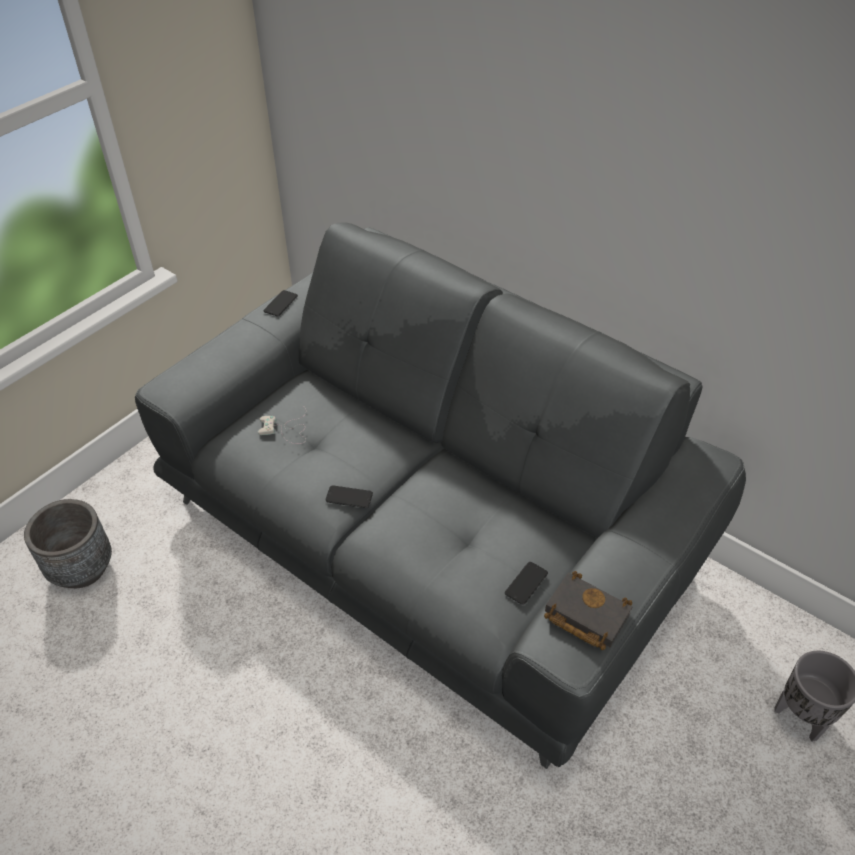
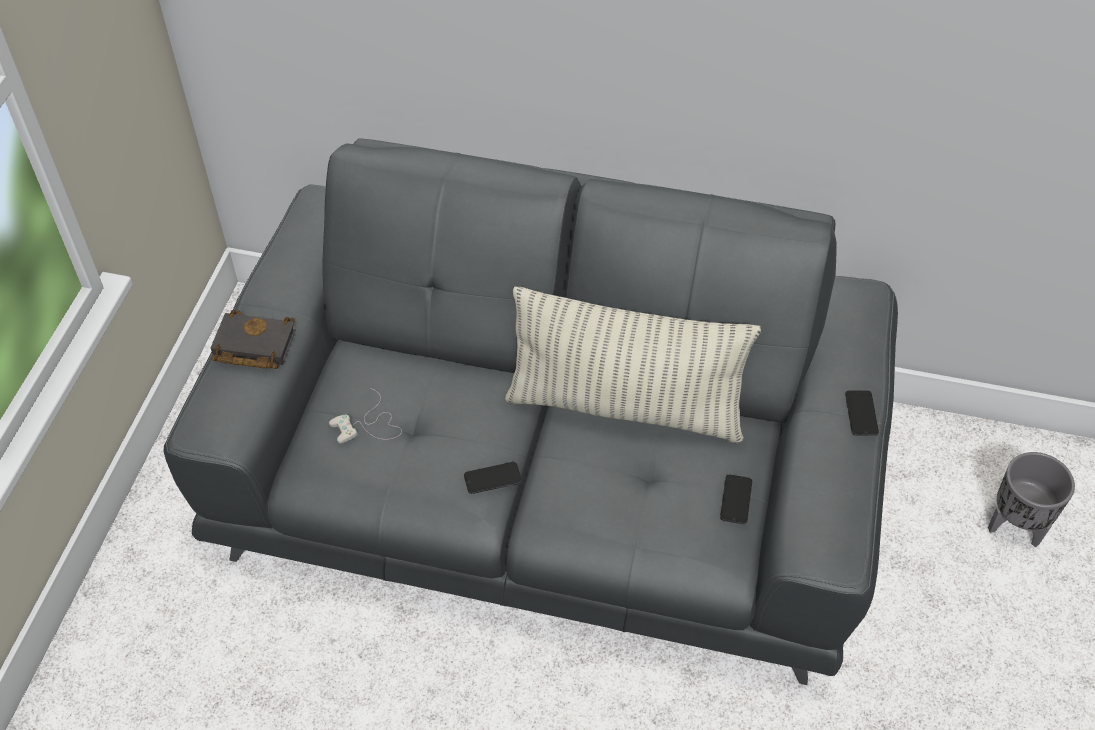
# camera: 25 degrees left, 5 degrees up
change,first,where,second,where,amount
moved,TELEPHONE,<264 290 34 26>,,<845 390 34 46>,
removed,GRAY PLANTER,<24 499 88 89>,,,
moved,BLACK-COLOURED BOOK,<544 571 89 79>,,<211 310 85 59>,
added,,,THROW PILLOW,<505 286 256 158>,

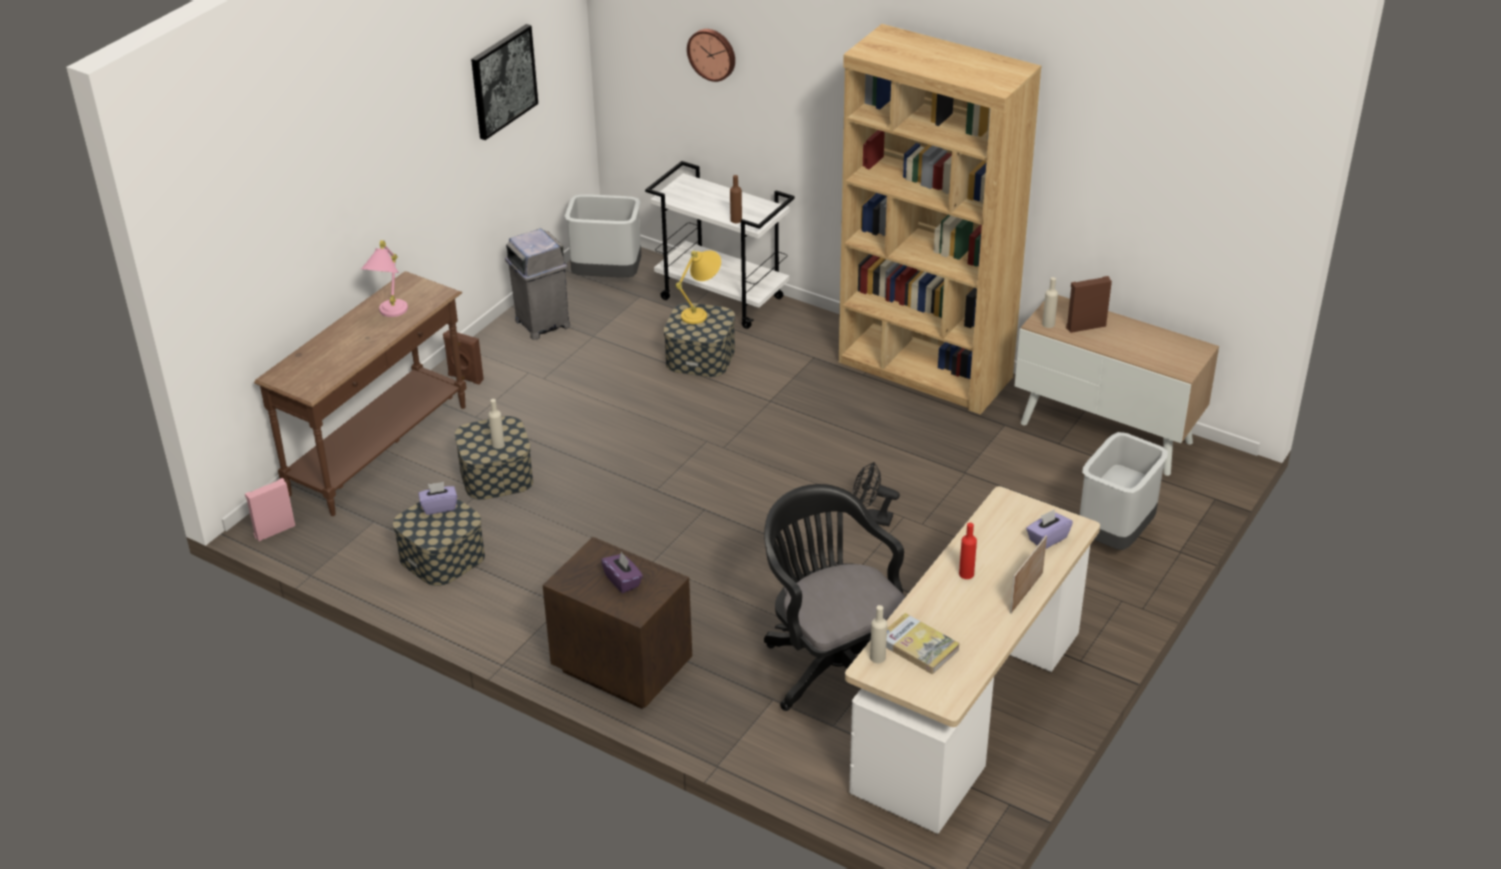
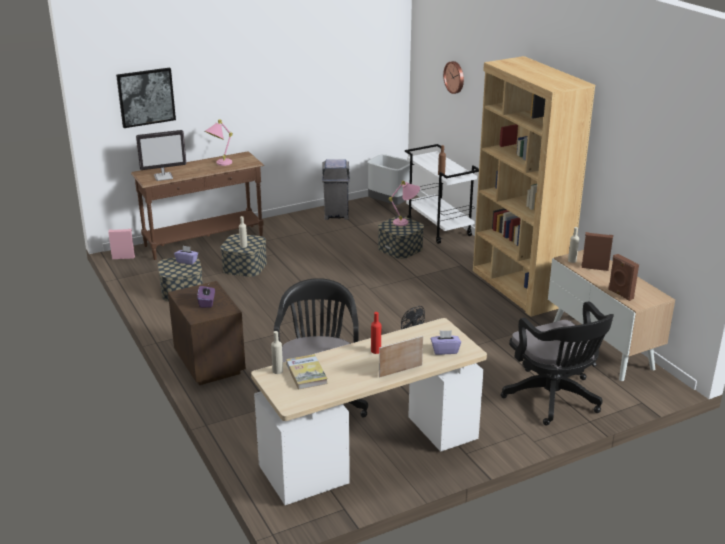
# camera: 30 degrees right, 10 degrees down
change,first,where,second,where,amount
moved,WALL ART,<471 24 67 116>,,<116 67 60 61>,
recoloured,YELLOW-COLOURED TABLE LAMP,<676 250 45 74>,PINK-COLOURED TABLE LAMP,<389 180 31 46>,
moved,BROWN SPEAKER,<443 330 41 55>,,<608 254 31 47>,
replaced,GRAY RUBBISH BIN,<1080 432 88 118>,BLACK-COLOURED DESK CHAIR,<501 301 113 125>,
added,,,COMPUTER DISPLAY,<136 130 50 51>,

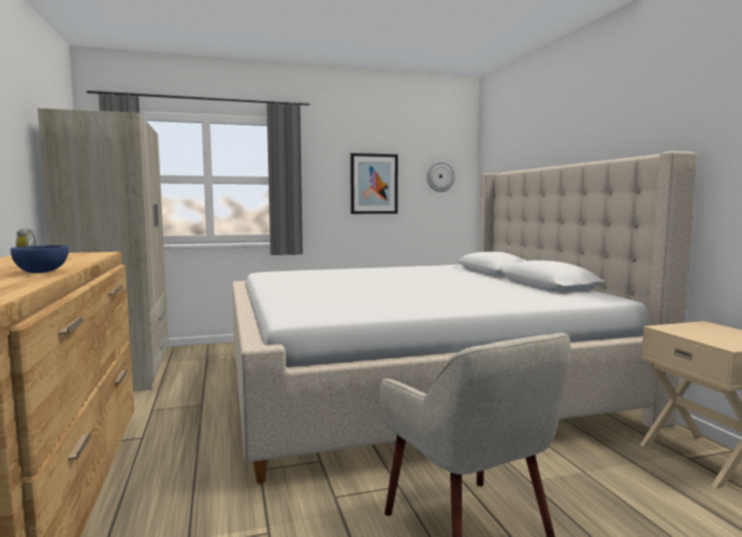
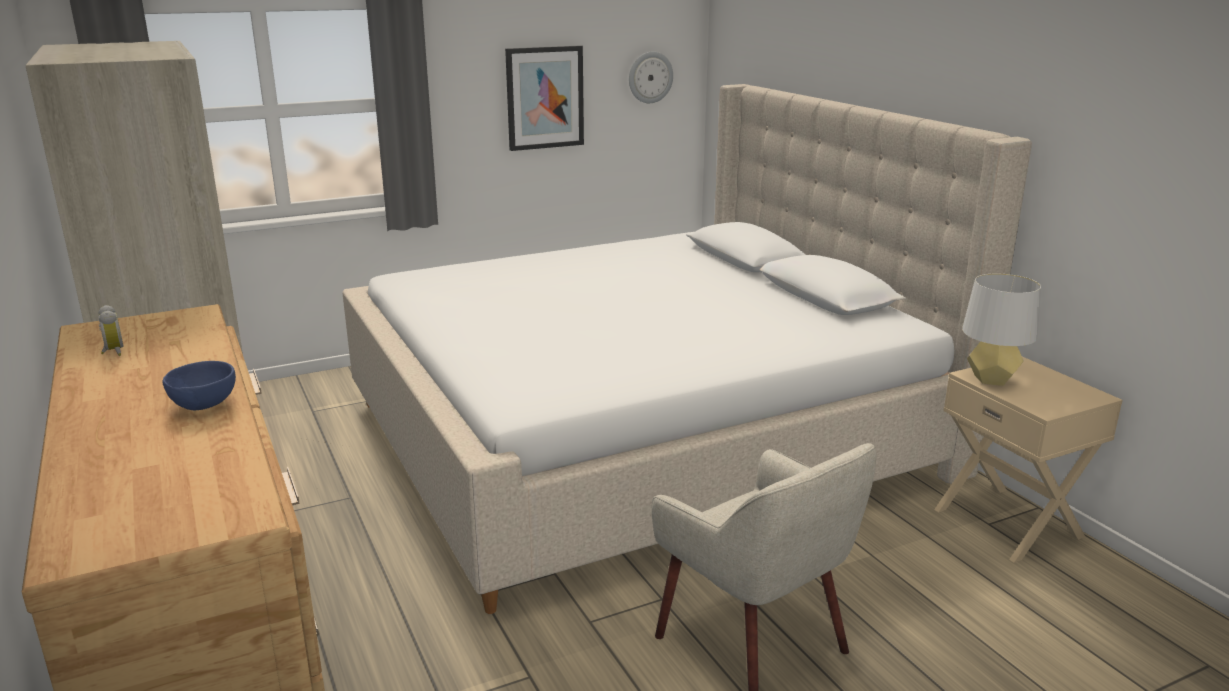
# camera: 10 degrees left, 15 degrees up
change,first,where,second,where,amount
added,,,GRAY TABLE LAMP,<962 273 79 113>,

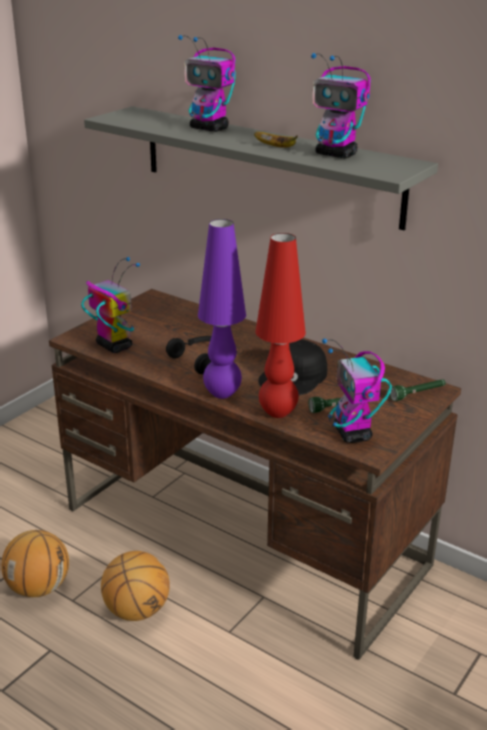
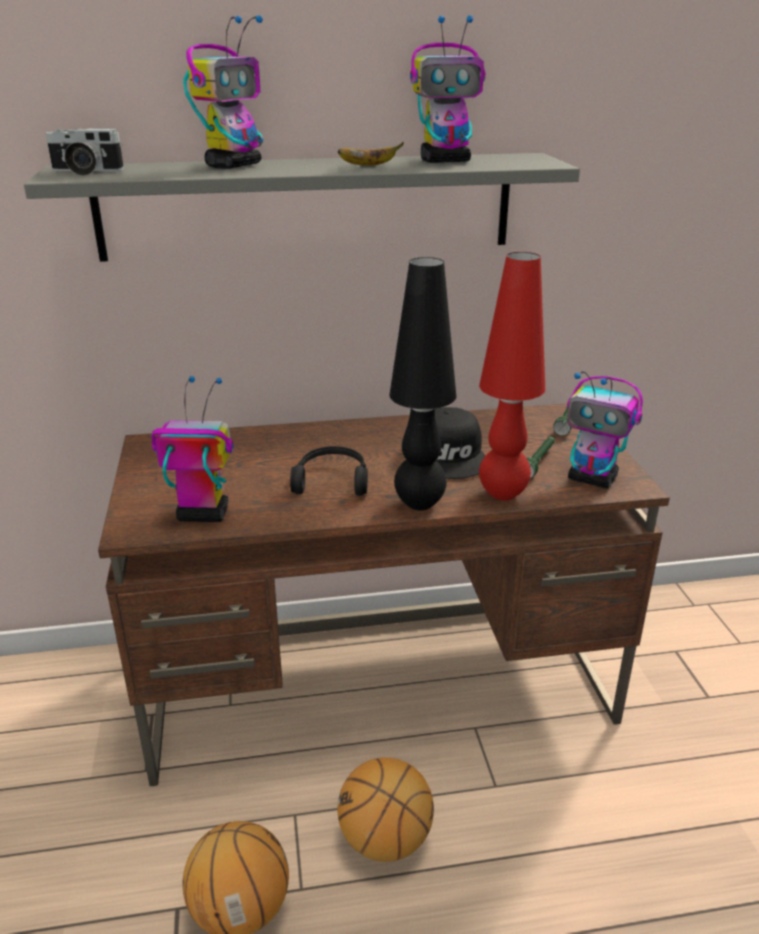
# camera: 45 degrees left, 0 degrees up
change,first,where,second,where,amount
turned,TOY ROBOT,<178 35 58 97>,,<183 15 80 154>,45 degrees counterclockwise
recoloured,PURPLISH TABLE LAMP,<198 219 48 180>,BLACK-COLOURED TABLE LAMP,<389 257 68 253>,
added,,,PHOTO CAMERA,<46 128 78 48>,

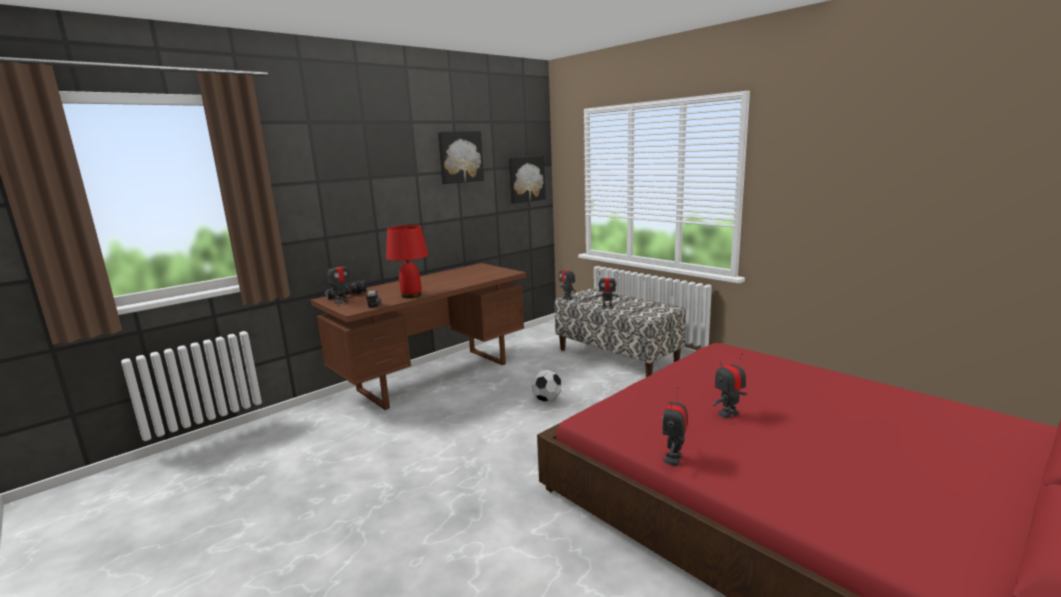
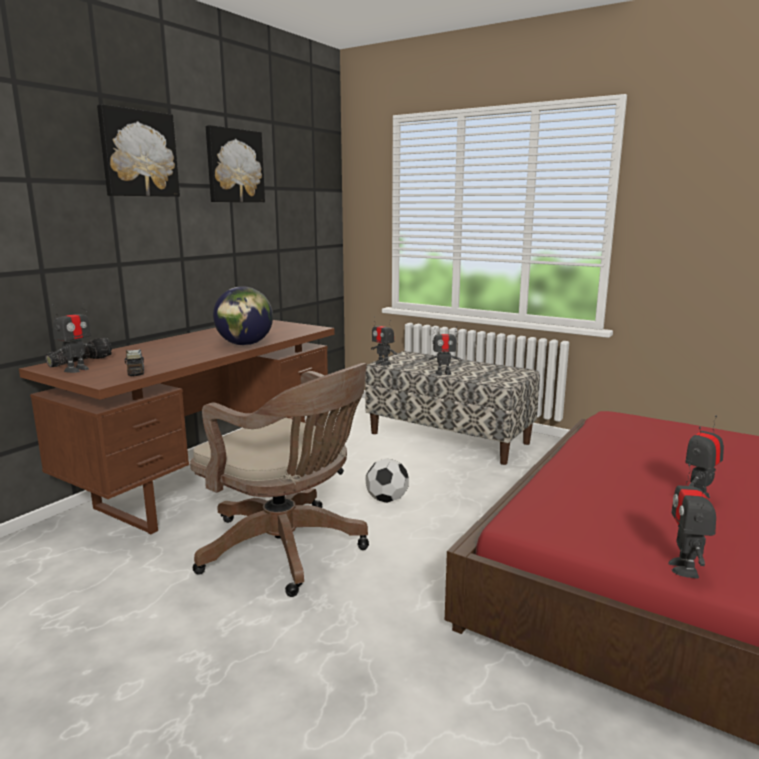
# camera: 15 degrees left, 0 degrees up
change,first,where,second,where,amount
moved,WALL ART,<509 156 36 47>,,<97 104 83 93>,
removed,RED-COLOURED TABLE LAMP,<386 225 42 73>,,,
added,,,GLOBE,<213 286 60 59>,
added,,,BROWN DESK CHAIR,<190 363 179 234>,

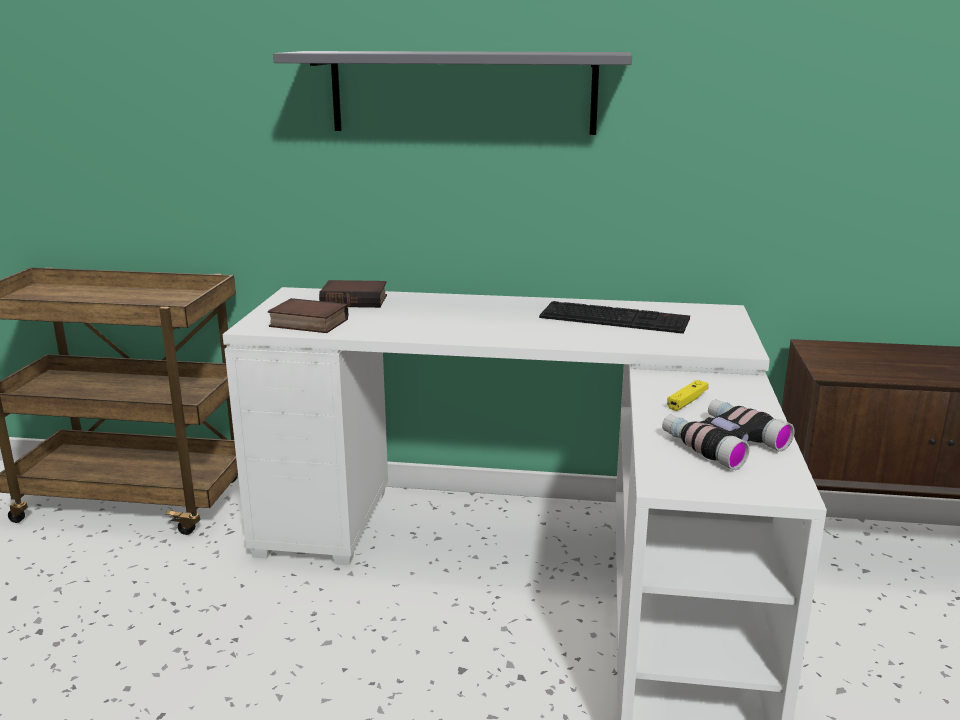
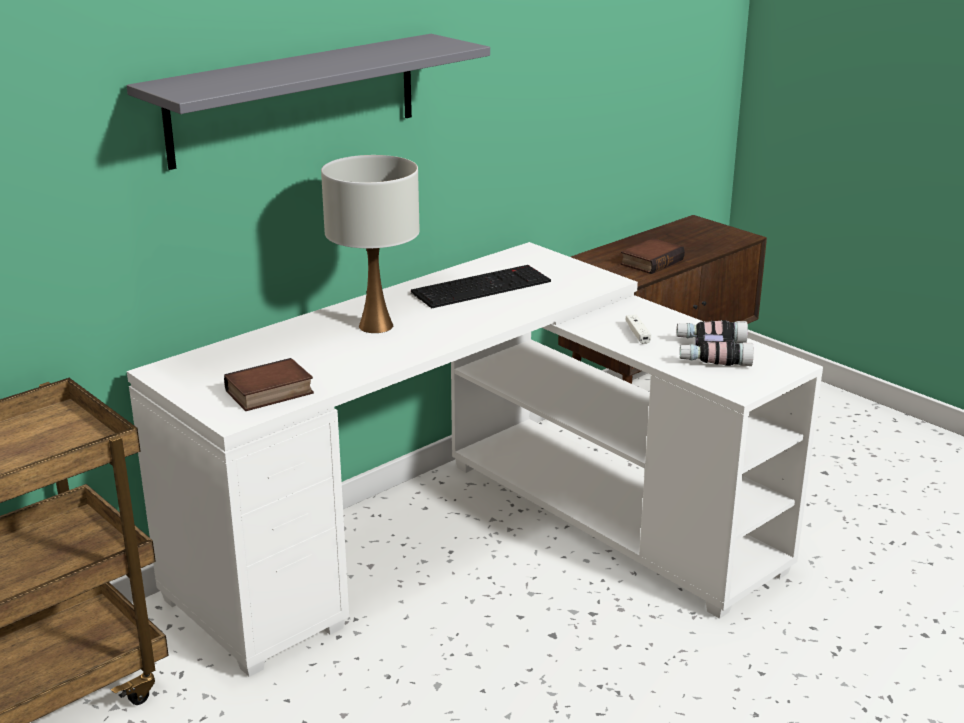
# camera: 50 degrees left, 5 degrees up
change,first,where,second,where,amount
moved,BOOK,<319 280 68 28>,,<620 238 65 36>,
recoloured,YELLOW-COLOURED GAME CONTROLLER,<667 380 41 31>,WHITE-COLOURED GAME CONTROLLER,<625 314 26 30>,
added,,,WHITE-COLOURED TABLE LAMP,<321 155 98 178>,

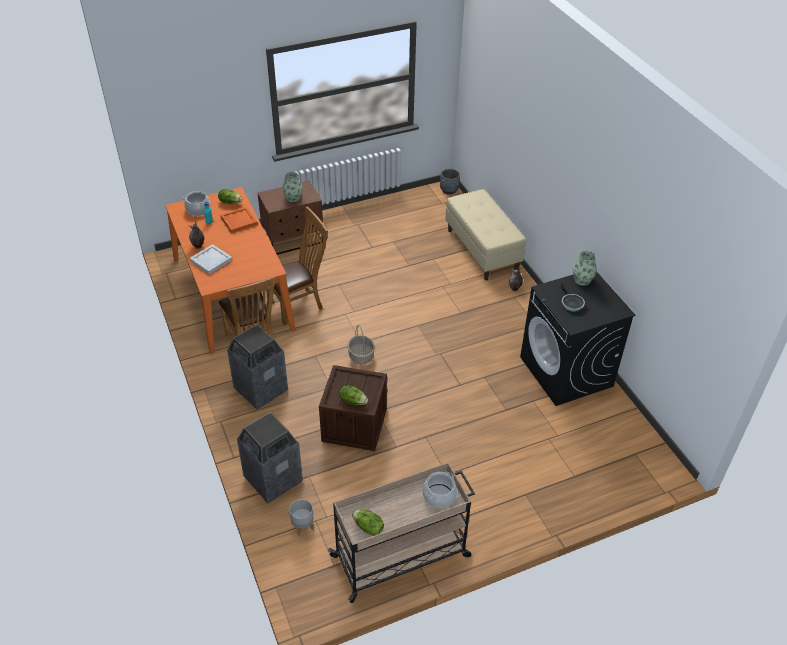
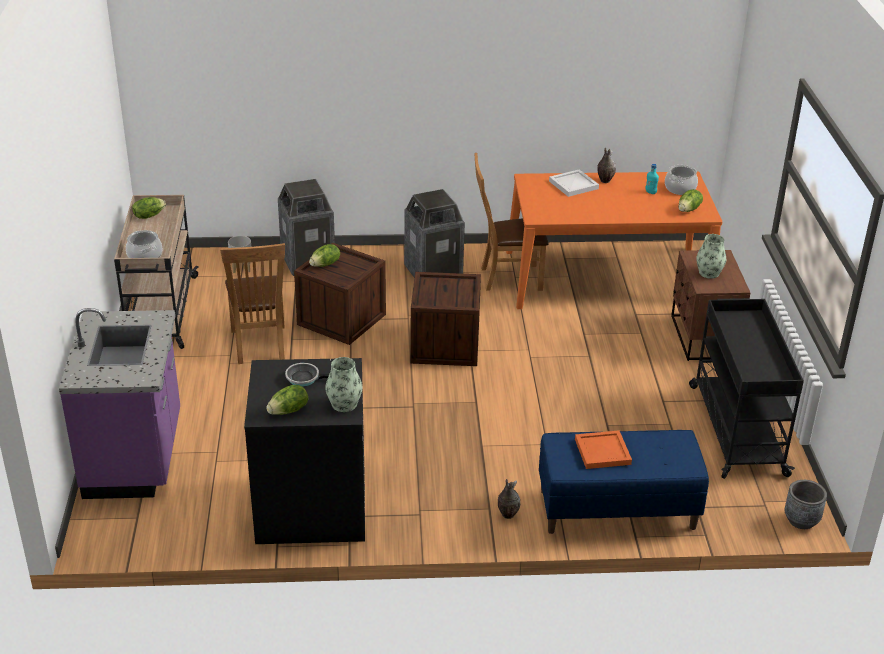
# camera: 110 degrees right, 10 degrees down
change,first,where,second,where,amount
recoloured,BEIGE-COLOURED INDOOR BENCH,<445 189 81 91>,BLUISH INDOOR BENCH,<539 430 170 104>,
moved,BROWN PLAIN CHAIR,<266 206 62 120>,,<220 243 65 121>,
moved,ORANGEY SERVING TRAY,<221 207 37 26>,,<575 430 57 39>,
replaced,STORAGE BASKET,<348 325 27 39>,PACKING CRATE,<411 272 70 94>,
added,,,BLACK-COLOURED WHEELED CART,<689 298 115 181>,
added,,,PURPLISH KITCHEN BASE UNIT,<59 308 121 191>,
added,,,LETTUCE HEAD,<266 385 42 30>,

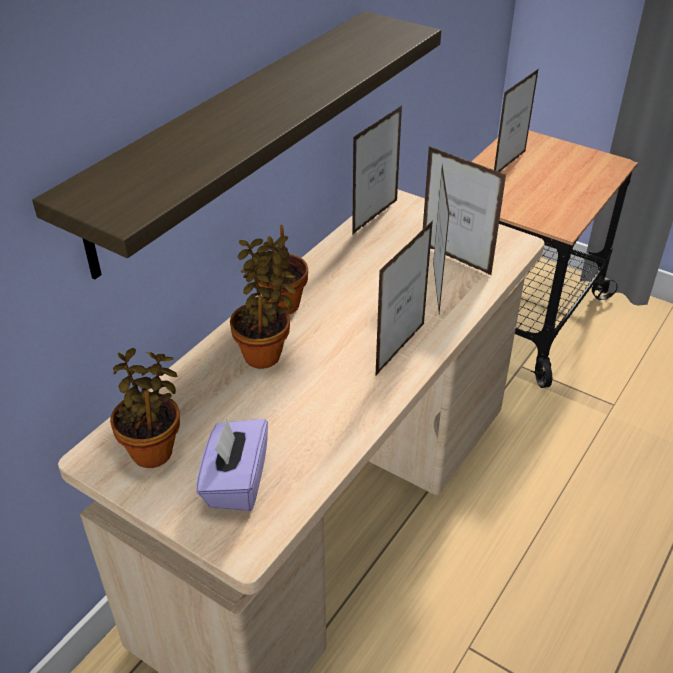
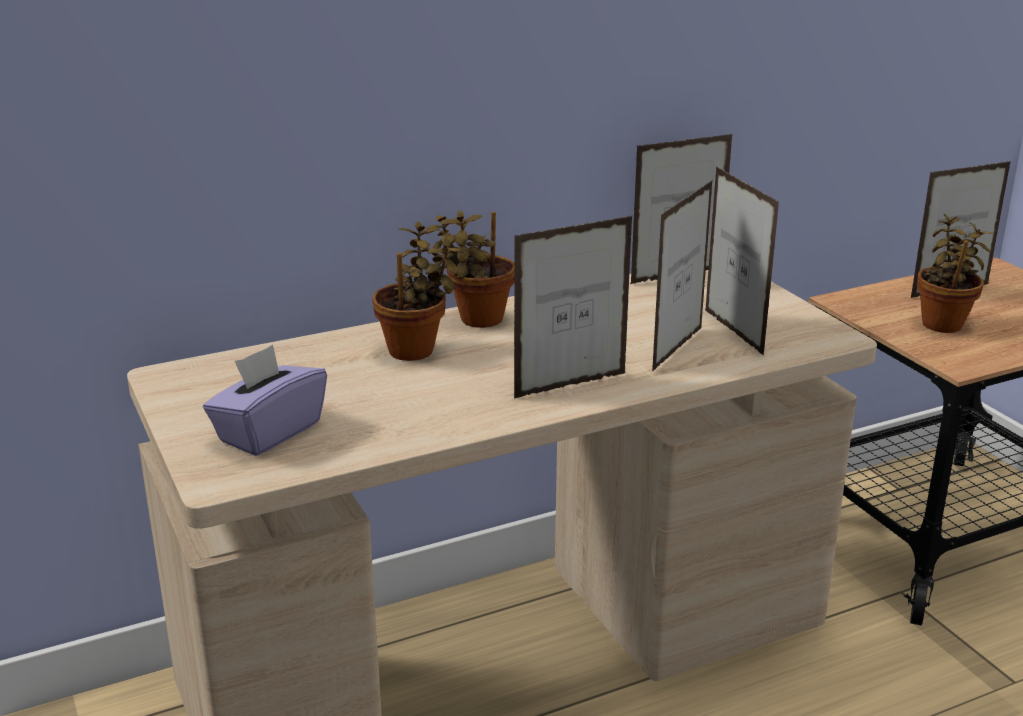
# camera: 30 degrees right, 15 degrees down
change,first,where,second,where,amount
removed,WALL SHELF,<32 11 409 269>,,,
moved,POTTED PLANT,<110 348 70 120>,,<917 214 76 119>,

